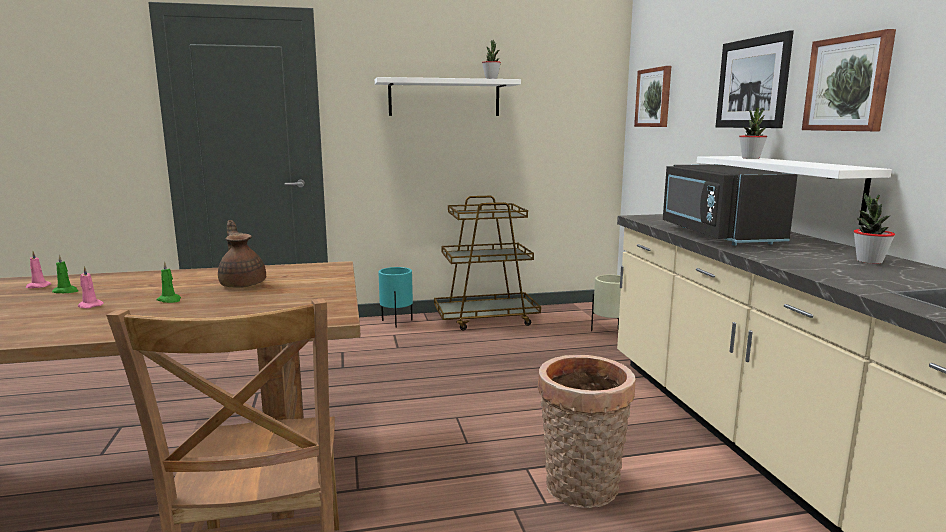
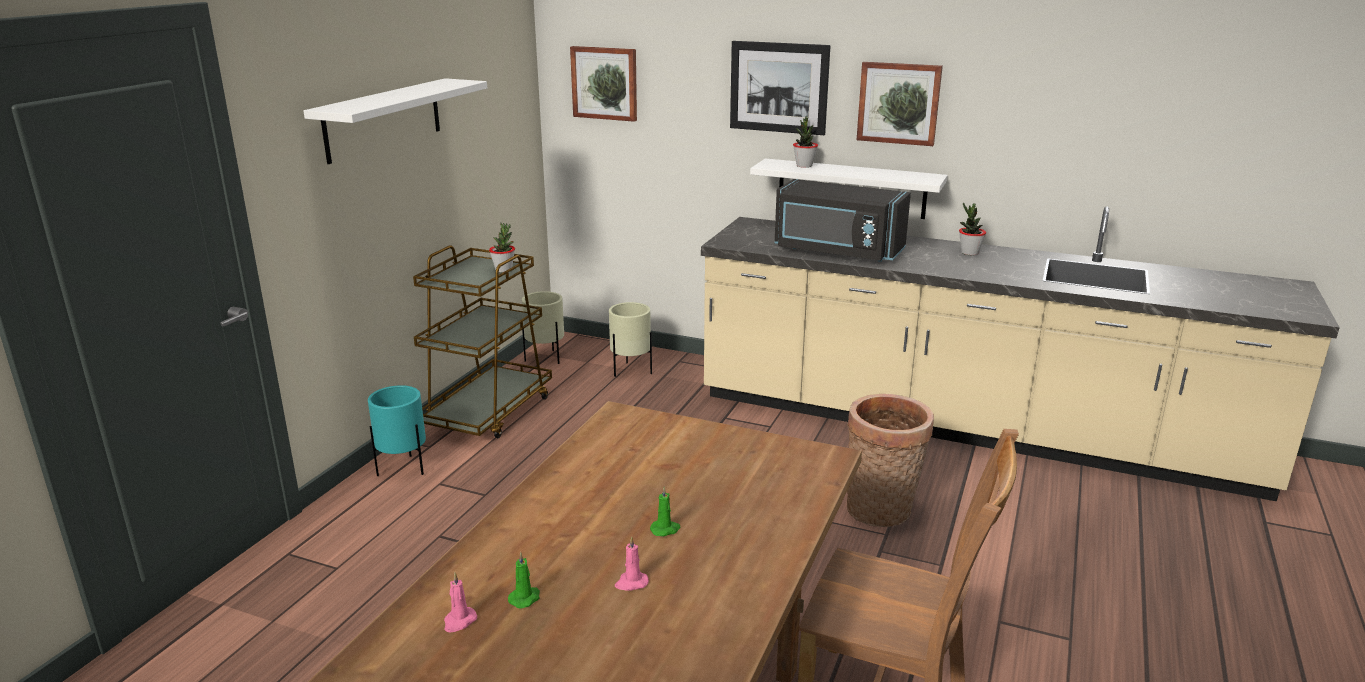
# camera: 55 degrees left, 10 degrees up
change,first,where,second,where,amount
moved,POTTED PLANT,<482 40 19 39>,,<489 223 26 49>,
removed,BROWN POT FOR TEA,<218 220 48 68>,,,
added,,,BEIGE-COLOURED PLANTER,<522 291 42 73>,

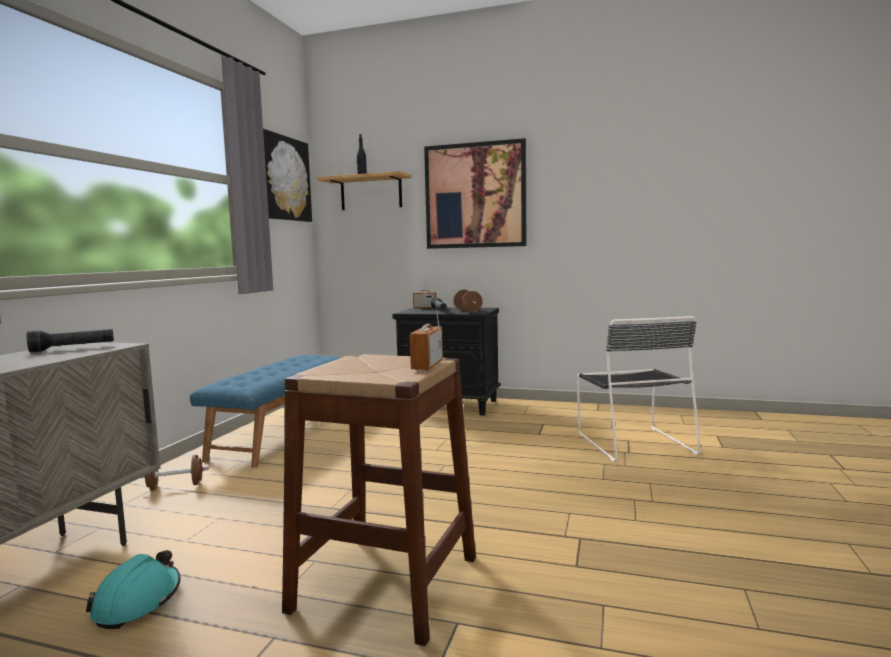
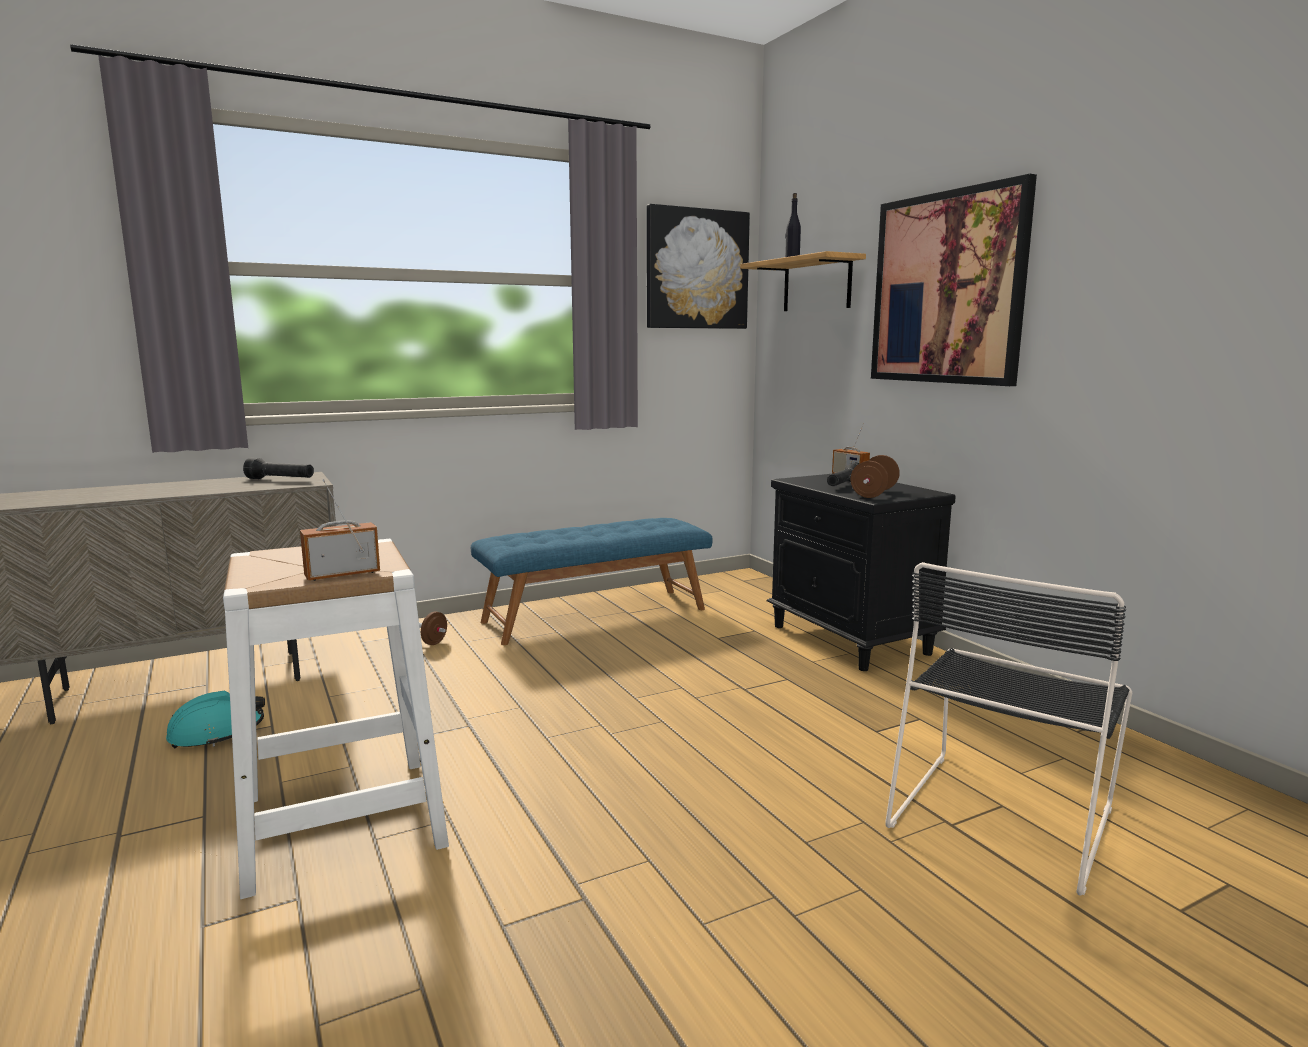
# camera: 45 degrees right, 5 degrees up
change,first,where,second,where,amount
recoloured,BROWN SITTING STOOL,<282 354 194 292>,WHITE-COLOURED SITTING STOOL,<223 539 226 360>,

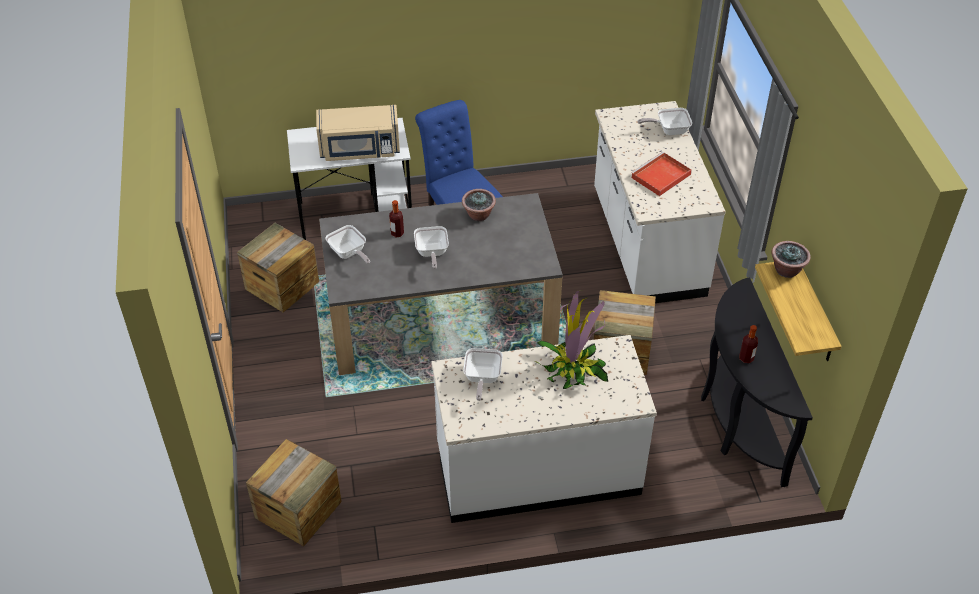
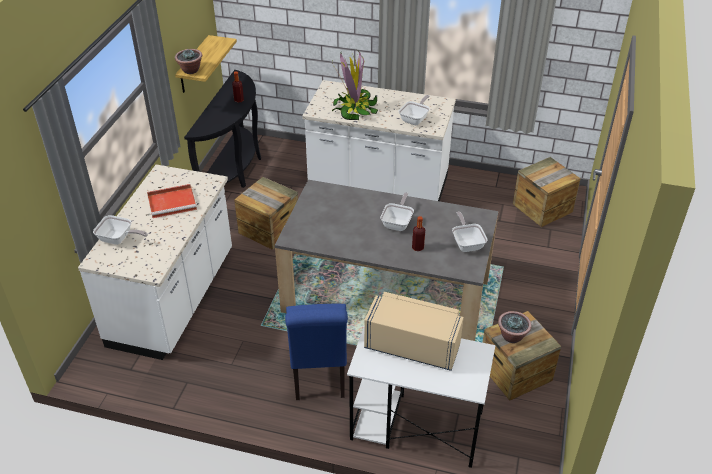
# camera: 155 degrees left, 5 degrees down
change,first,where,second,where,amount
moved,POTTED PLANT,<462 189 34 32>,,<498 311 34 32>,

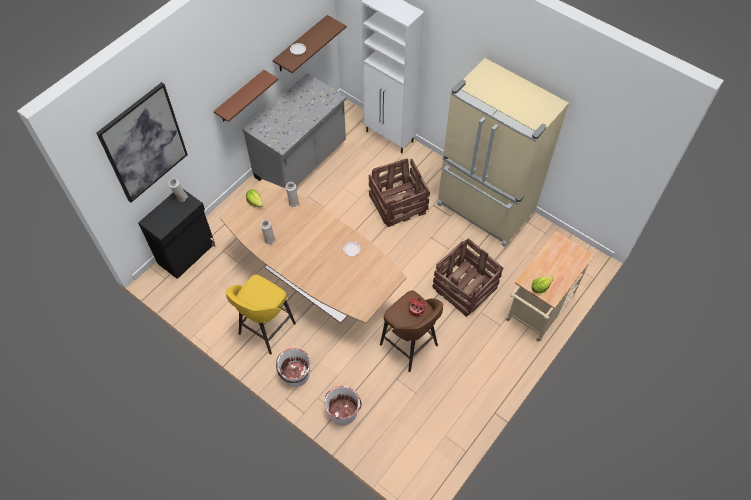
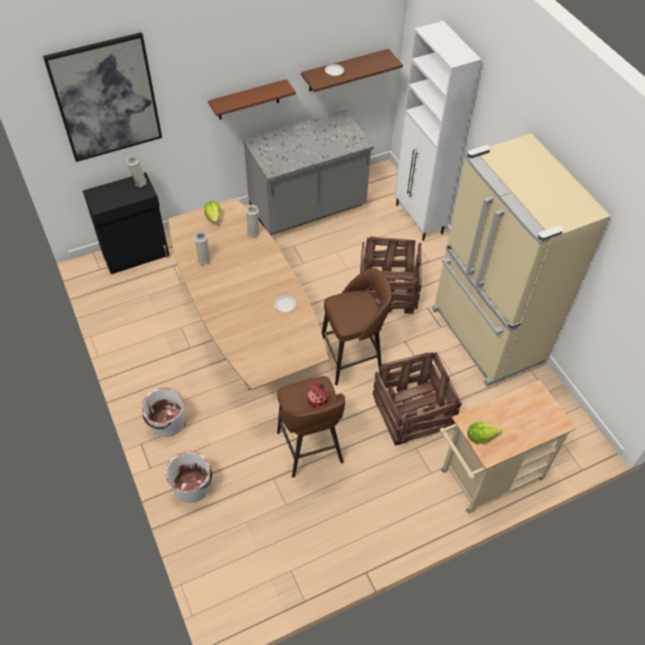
# camera: 25 degrees right, 5 degrees down
change,first,where,second,where,amount
removed,YELLOW-COLOURED SITTING STOOL,<225 274 71 81>,,,
added,,,BROWN SITTING STOOL,<322 268 70 117>,

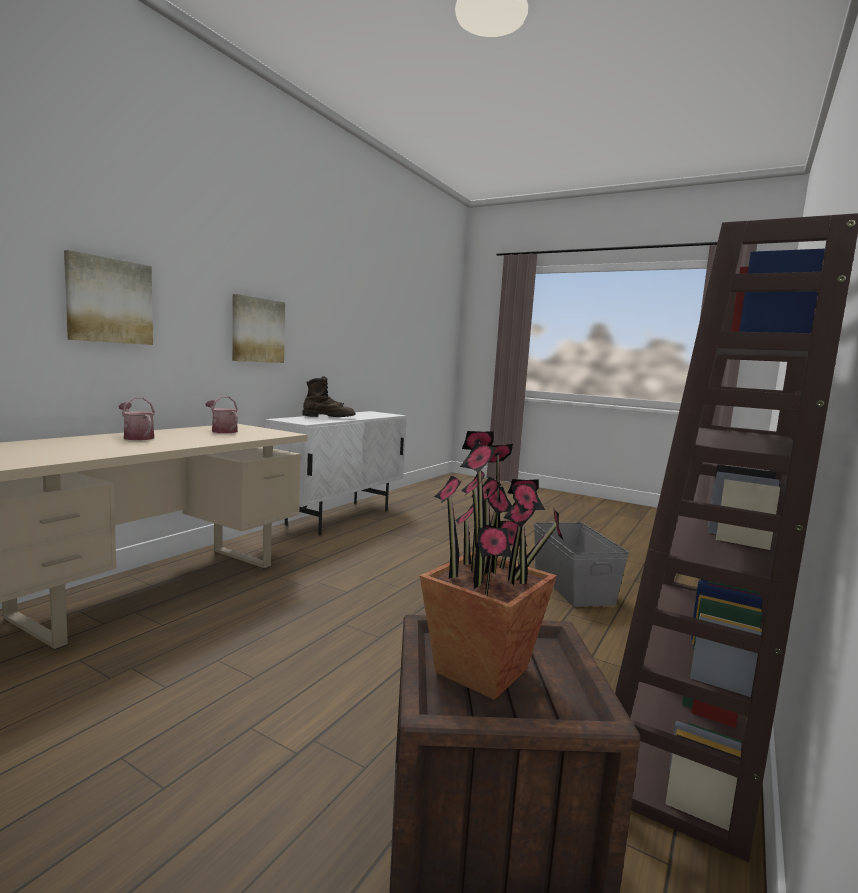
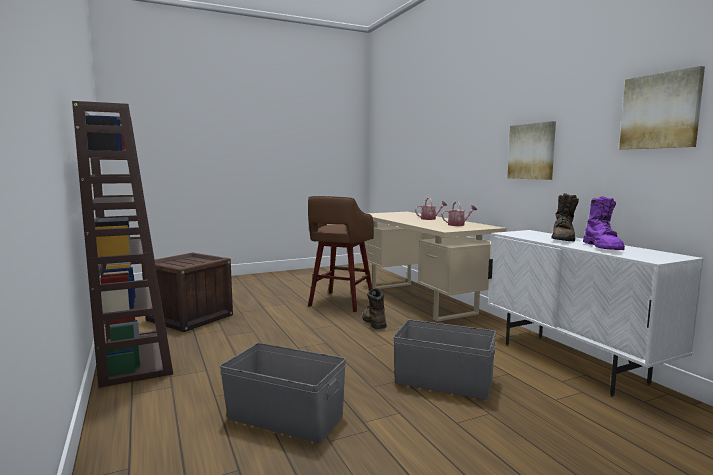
# camera: 125 degrees right, 0 degrees up
change,first,where,second,where,amount
moved,WALL ART,<64 250 89 95>,,<619 66 86 84>,
removed,POTTED PLANT,<420 431 144 269>,,,
added,,,BROWN SITTING STOOL,<308 196 66 116>,
added,,,PURPLISH TALL BOOT,<583 196 42 54>,
added,,,BROWN TALL BOOT,<362 288 25 41>,
added,,,GRAY STORAGE BOX,<393 320 103 80>,

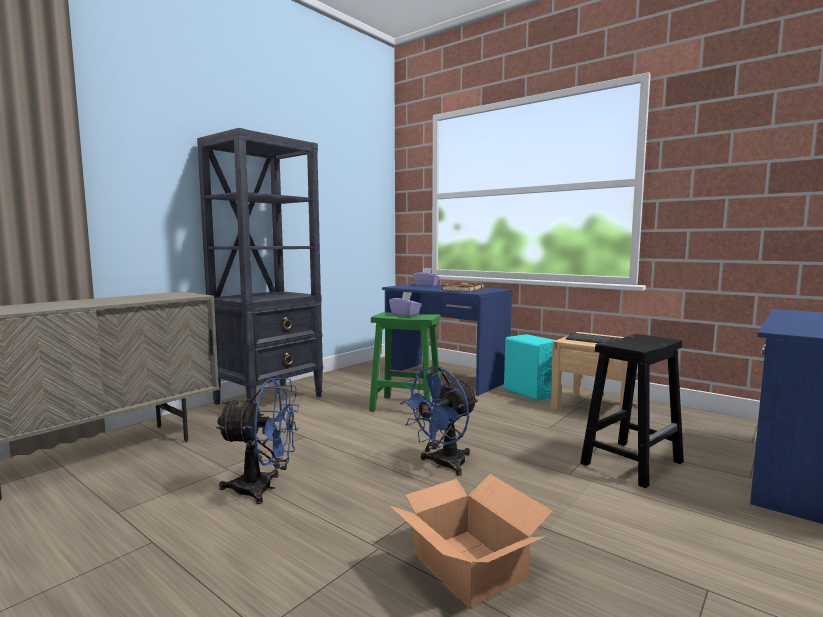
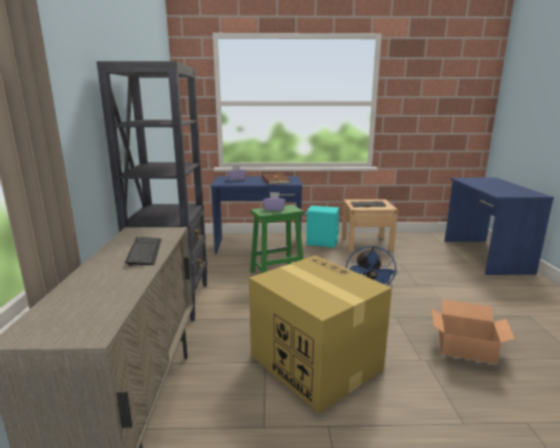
# camera: 40 degrees left, 10 degrees up
change,first,where,second,where,amount
removed,BLACK-COLOURED SITTING STOOL,<580 334 104 154>,,,
replaced,BLUISH COOLING FAN,<215 378 84 126>,CARTON,<249 255 143 159>,
added,,,KEYBOARD,<125 237 36 29>,

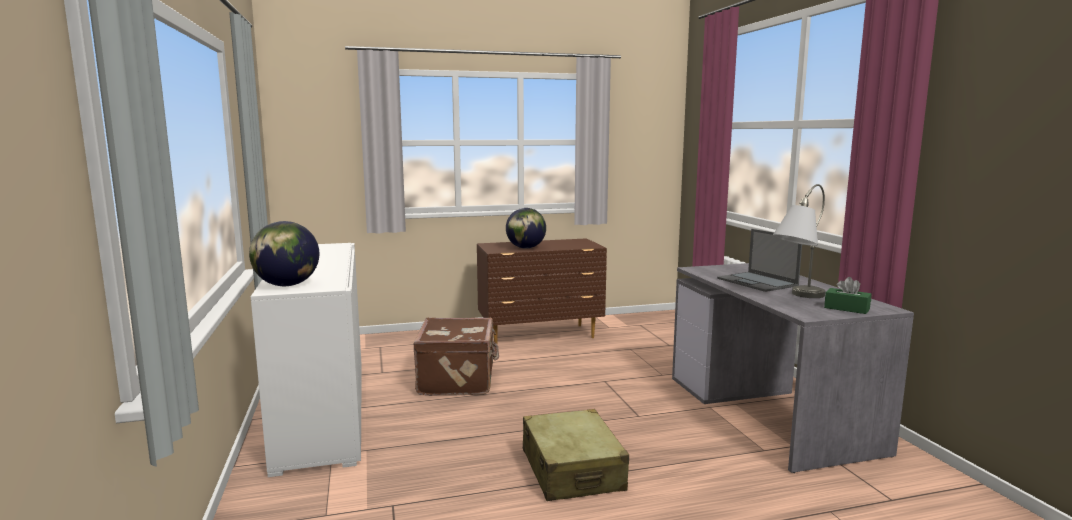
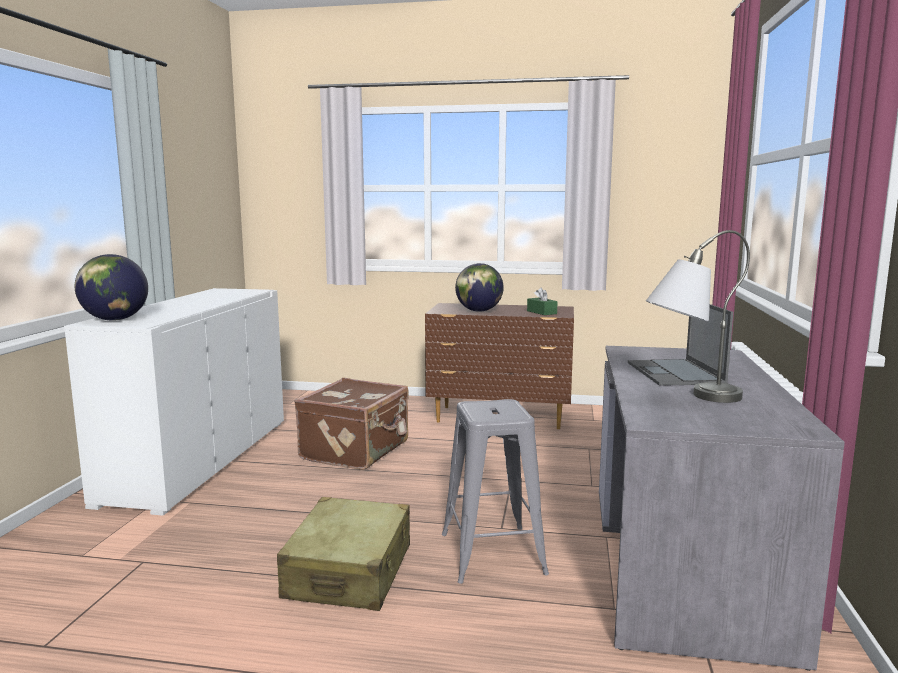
# camera: 25 degrees right, 0 degrees up
change,first,where,second,where,amount
moved,GREEN BOX OF TISSUES,<824 277 48 37>,,<527 287 31 28>,
added,,,GRAY SITTING STOOL,<442 399 107 185>,

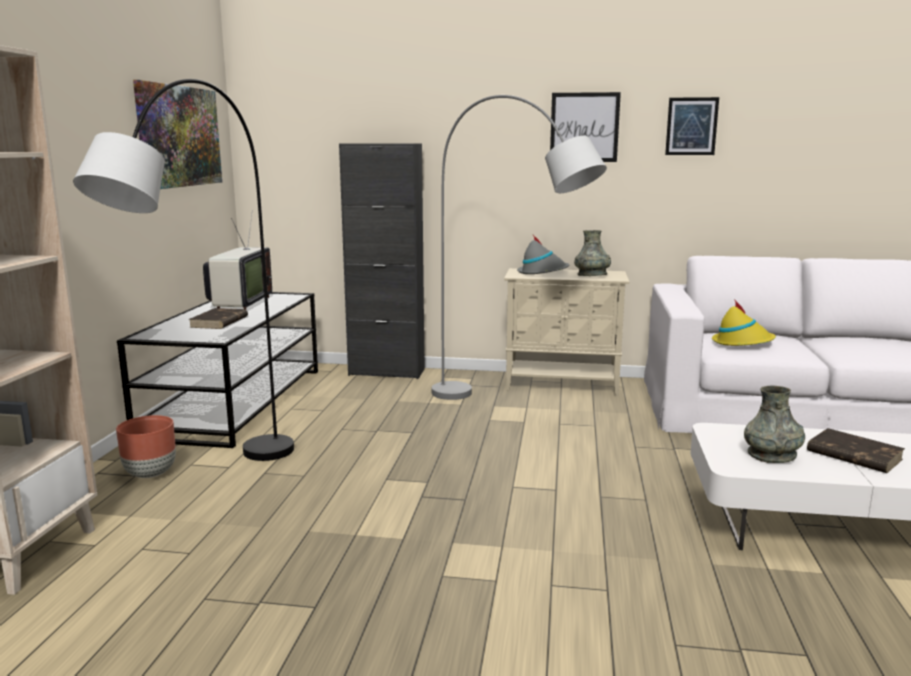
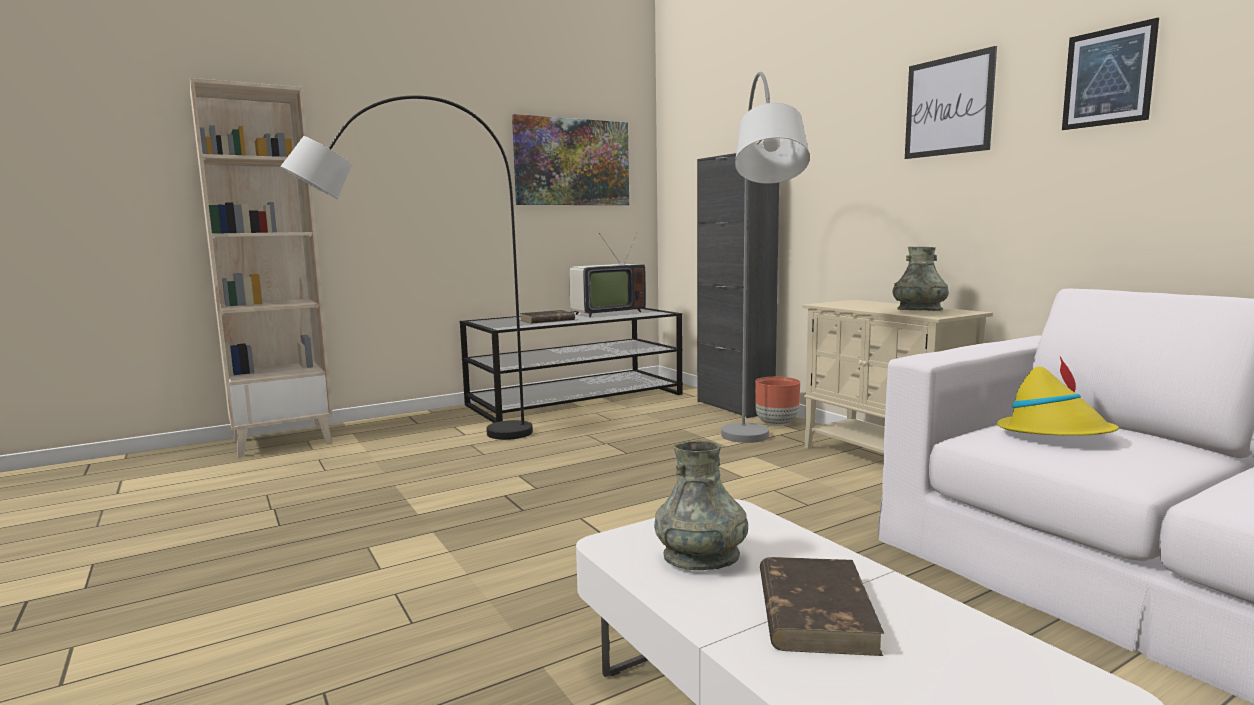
# camera: 50 degrees right, 5 degrees down
change,first,where,second,where,amount
removed,GRAY HAT,<517 235 52 39>,,,
moved,BROWN PLANTER,<116 415 60 63>,,<755 377 45 49>,

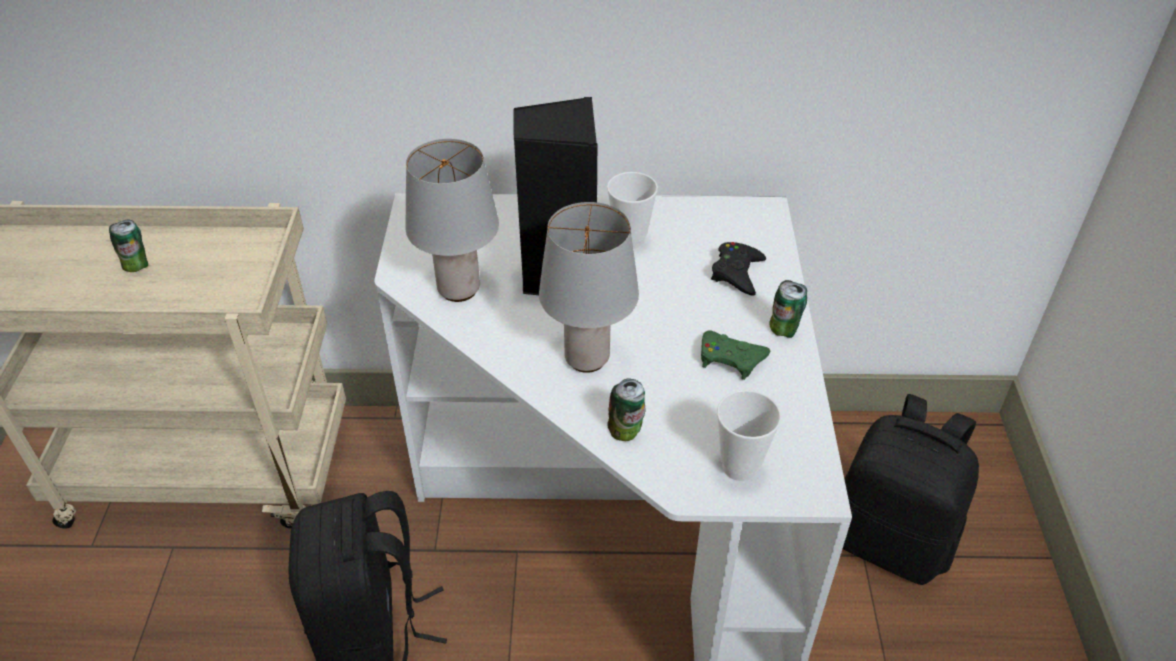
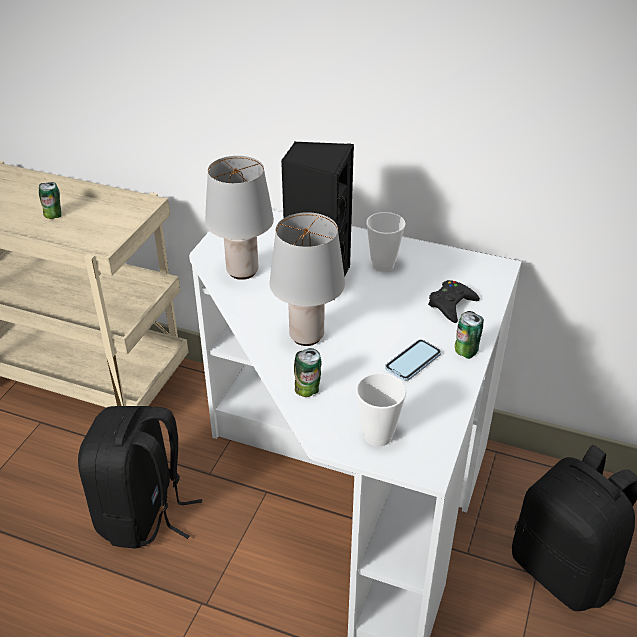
# camera: 20 degrees right, 5 degrees down
change,first,where,second,where,amount
replaced,GREEN GAME CONTROLLER,<701 330 70 50>,TELEPHONE,<385 339 56 42>,

